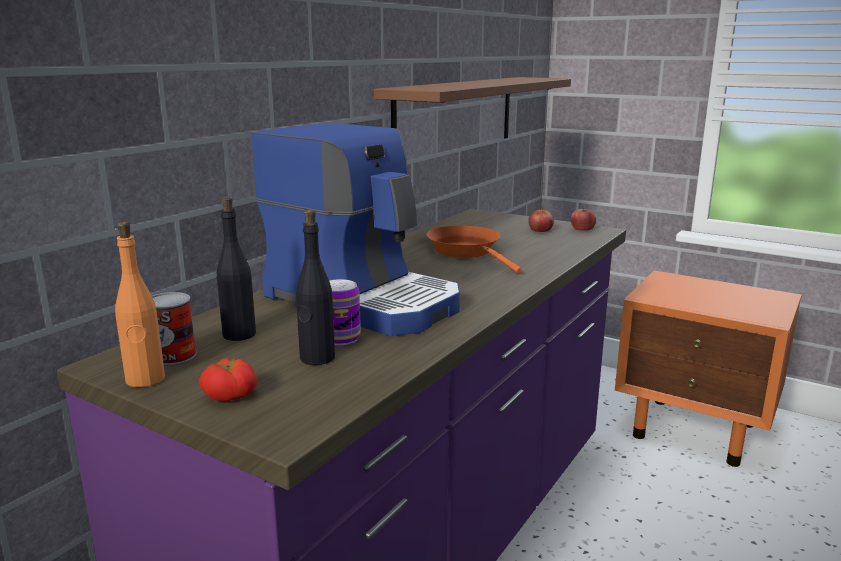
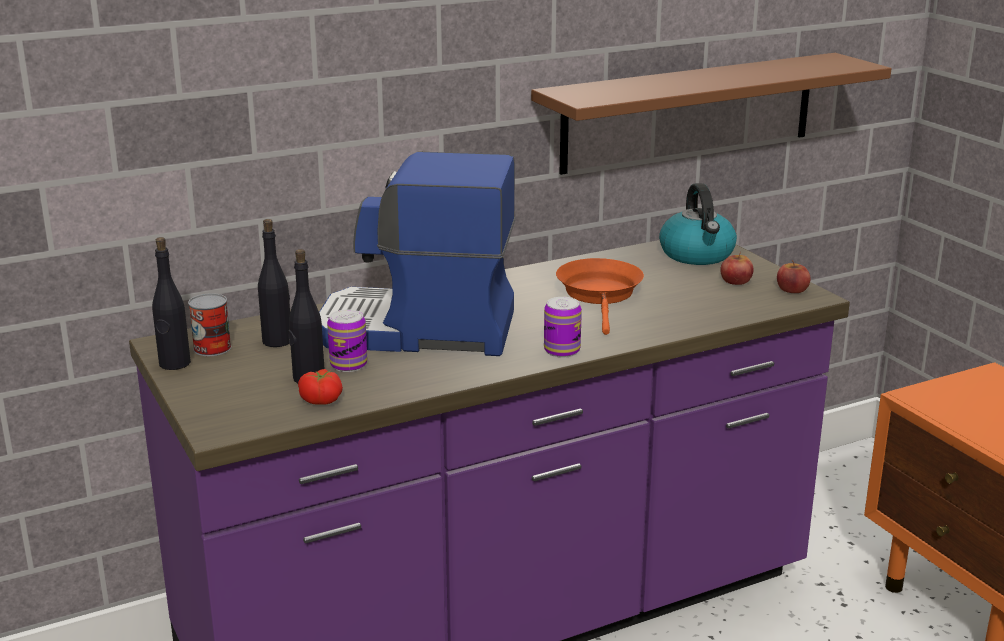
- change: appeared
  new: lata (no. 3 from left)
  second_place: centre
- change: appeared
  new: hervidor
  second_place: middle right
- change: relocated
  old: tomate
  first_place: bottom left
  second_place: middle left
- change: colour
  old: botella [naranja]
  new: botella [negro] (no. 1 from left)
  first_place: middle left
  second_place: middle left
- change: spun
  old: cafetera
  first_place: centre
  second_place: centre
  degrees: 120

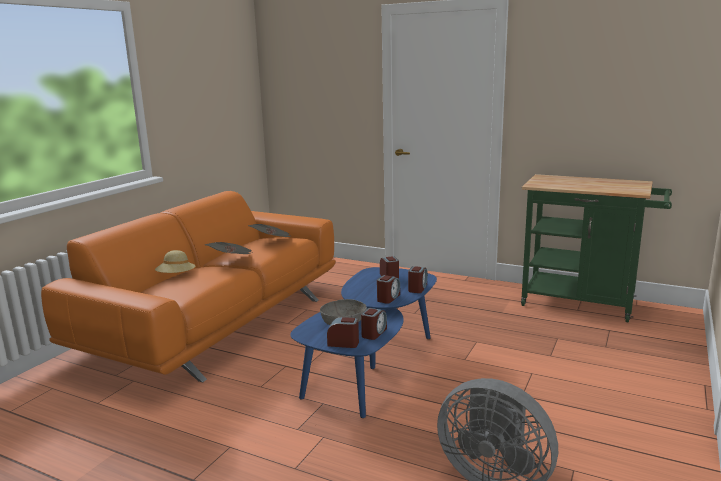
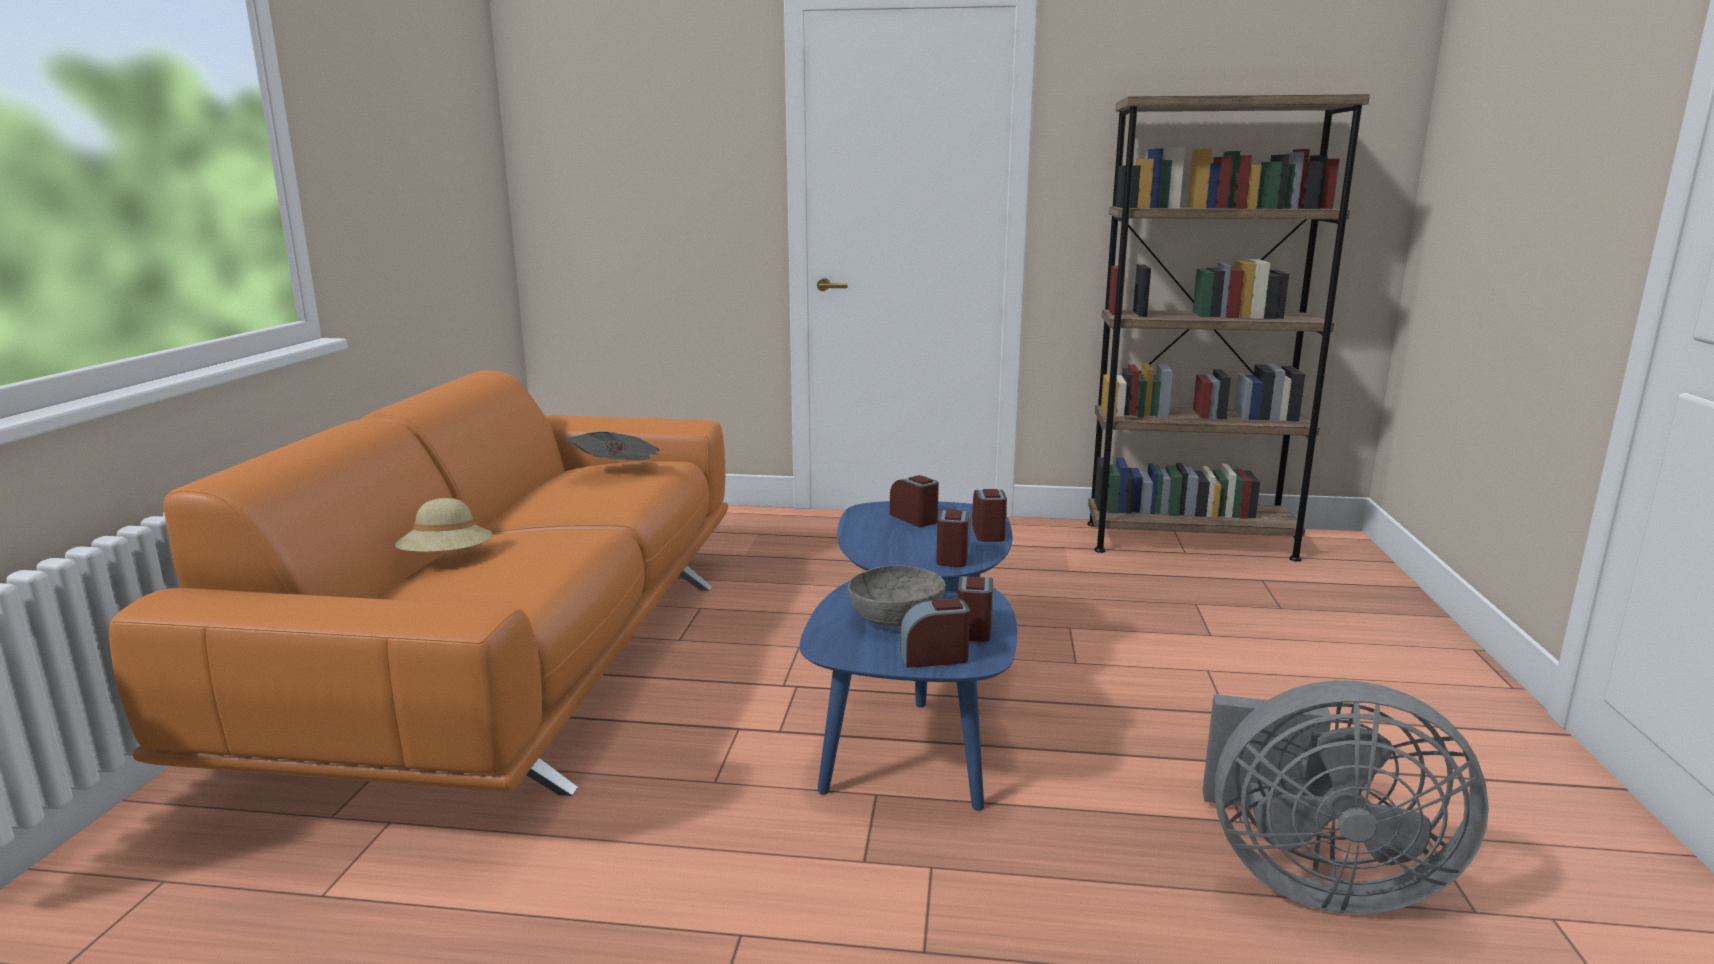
- change: missing
  old: periódico (no. 1 from left)
  first_place: middle left
- change: exchanged
  old: carrito [verde]
  new: estantería [marrón]
  first_place: middle right
  second_place: middle right

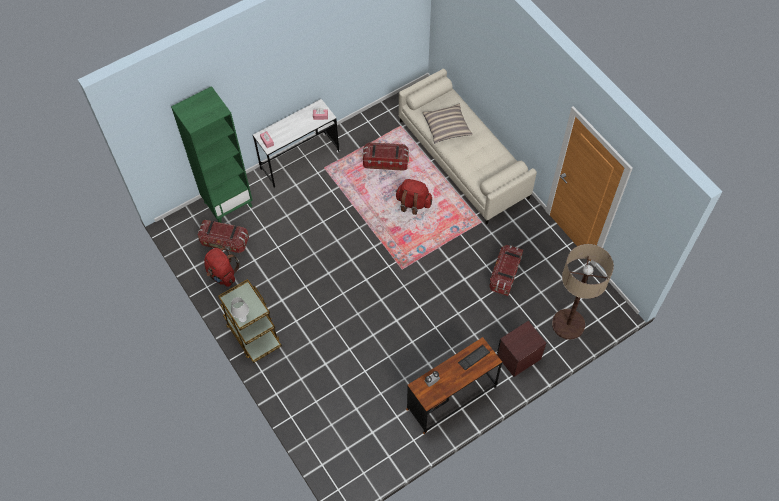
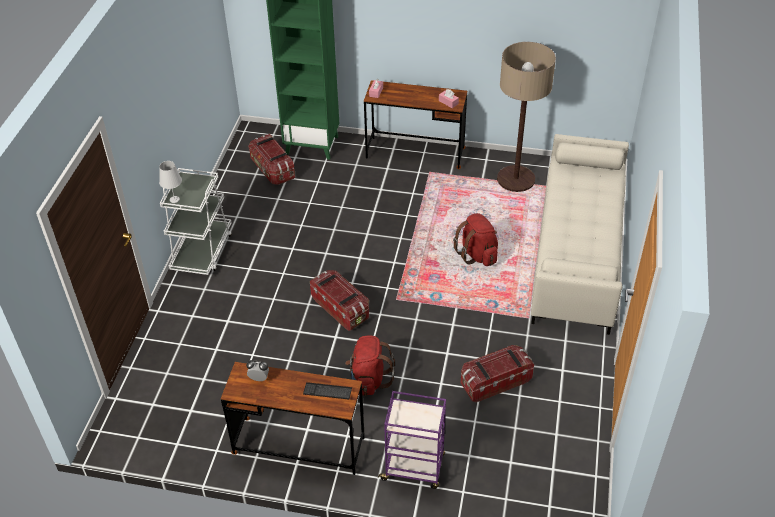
- change: missing
  old: cojín
  first_place: top centre
- change: relocated
  old: mochila [rojo] (no. 1 from left)
  first_place: middle left
  second_place: bottom centre
- change: relocated
  old: caja de almacenaje (no. 2 from left)
  first_place: top centre
  second_place: centre
- change: relocated
  old: lámpara de pie
  first_place: middle right
  second_place: top right
- change: exchanged
  old: mesita de noche [marrón]
  new: carrito [morado]
  first_place: bottom right
  second_place: bottom centre
- change: colour
  old: carrito [marrón]
  new: carrito [blanco]
  first_place: middle left
  second_place: middle left
- change: colour
  old: escritorio [blanco]
  new: escritorio [marrón] (no. 2 from left)
  first_place: top centre
  second_place: top centre

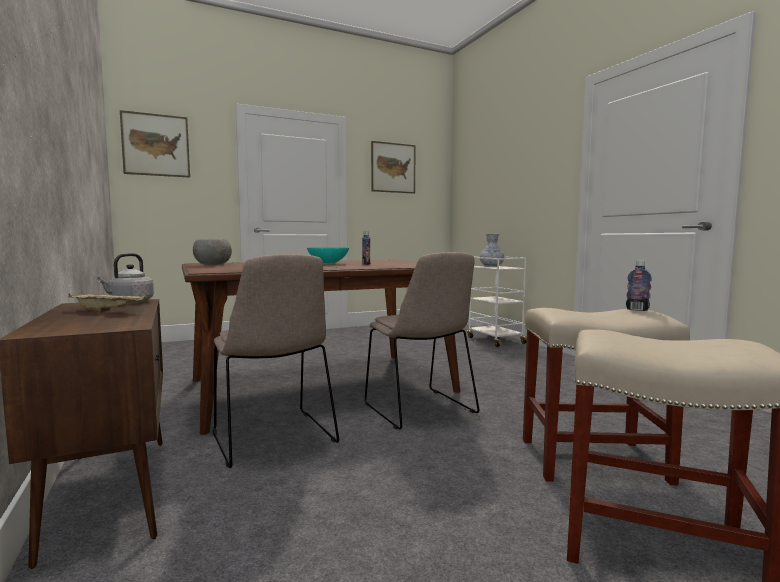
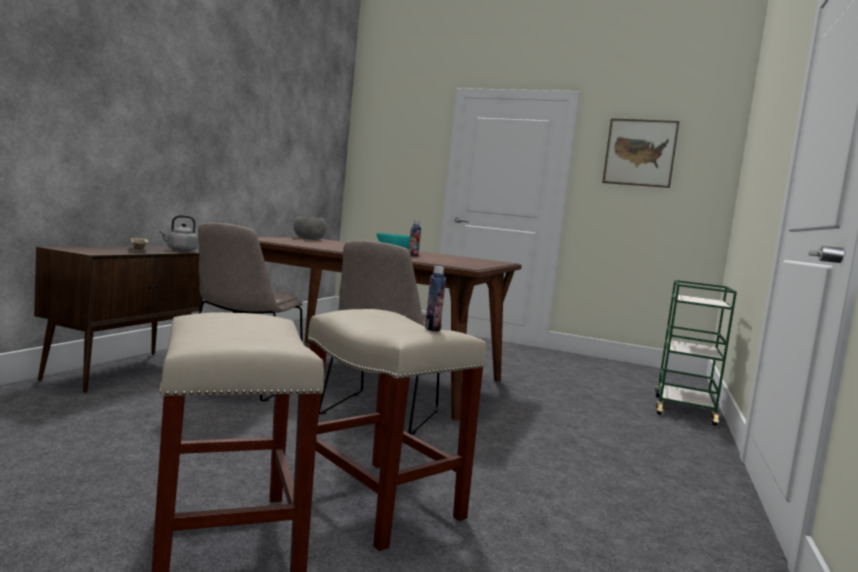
- change: missing
  old: cuadro (no. 1 from left)
  first_place: top left
- change: missing
  old: florero
  first_place: centre
- change: colour
  old: carrito [blanco]
  new: carrito [verde]
  first_place: centre
  second_place: middle right

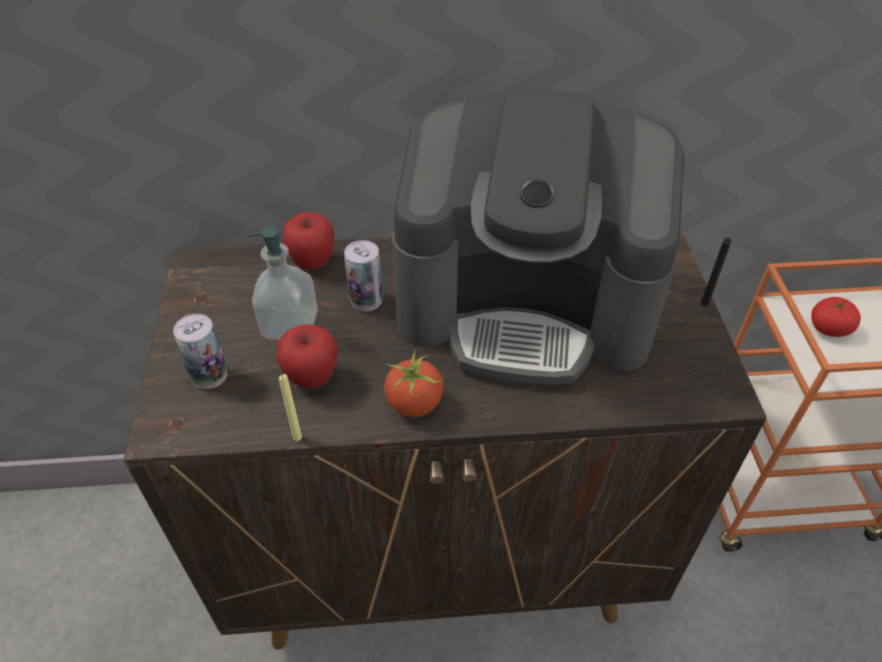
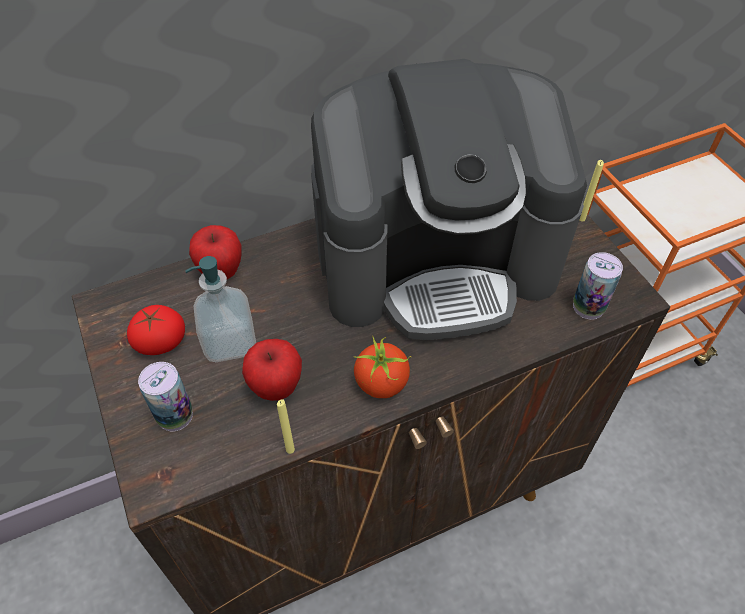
- change: relocated
  old: lata (no. 2 from left)
  first_place: centre
  second_place: middle right
- change: relocated
  old: tomate (no. 2 from left in the first image)
  new: tomate (no. 1 from left)
  first_place: middle right
  second_place: middle left
- change: colour
  old: vela [negro]
  new: vela [amarillo] (no. 2 from left)
  first_place: middle right
  second_place: top right

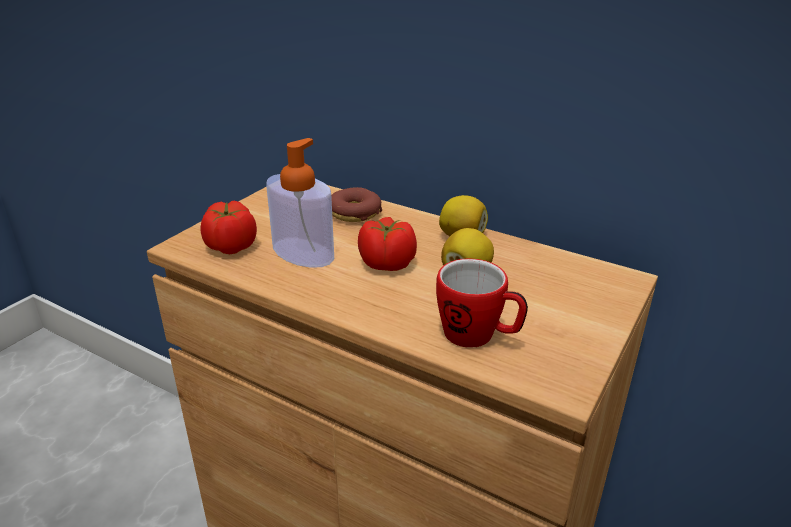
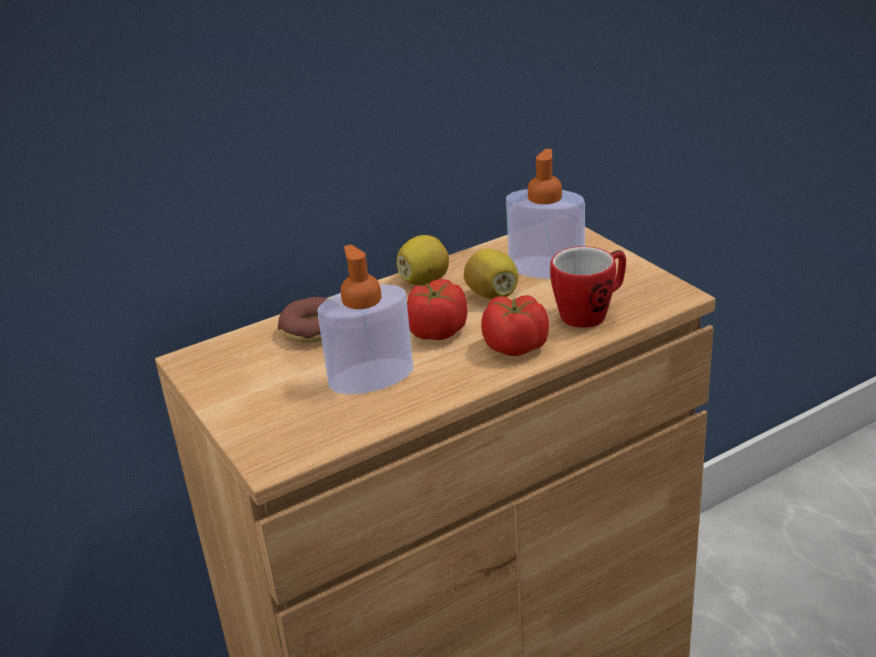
- change: appeared
  new: dispensador de jabón (no. 2 from left)
  second_place: top centre
- change: relocated
  old: tomate (no. 1 from left in the first image)
  new: tomate (no. 2 from left)
  first_place: middle left
  second_place: centre

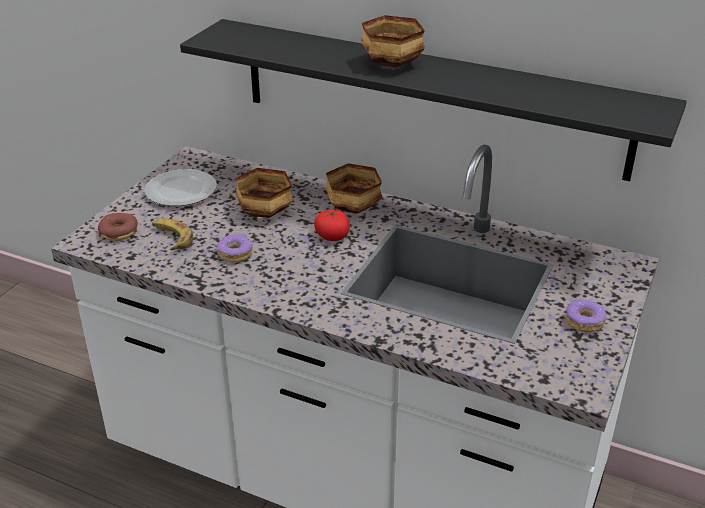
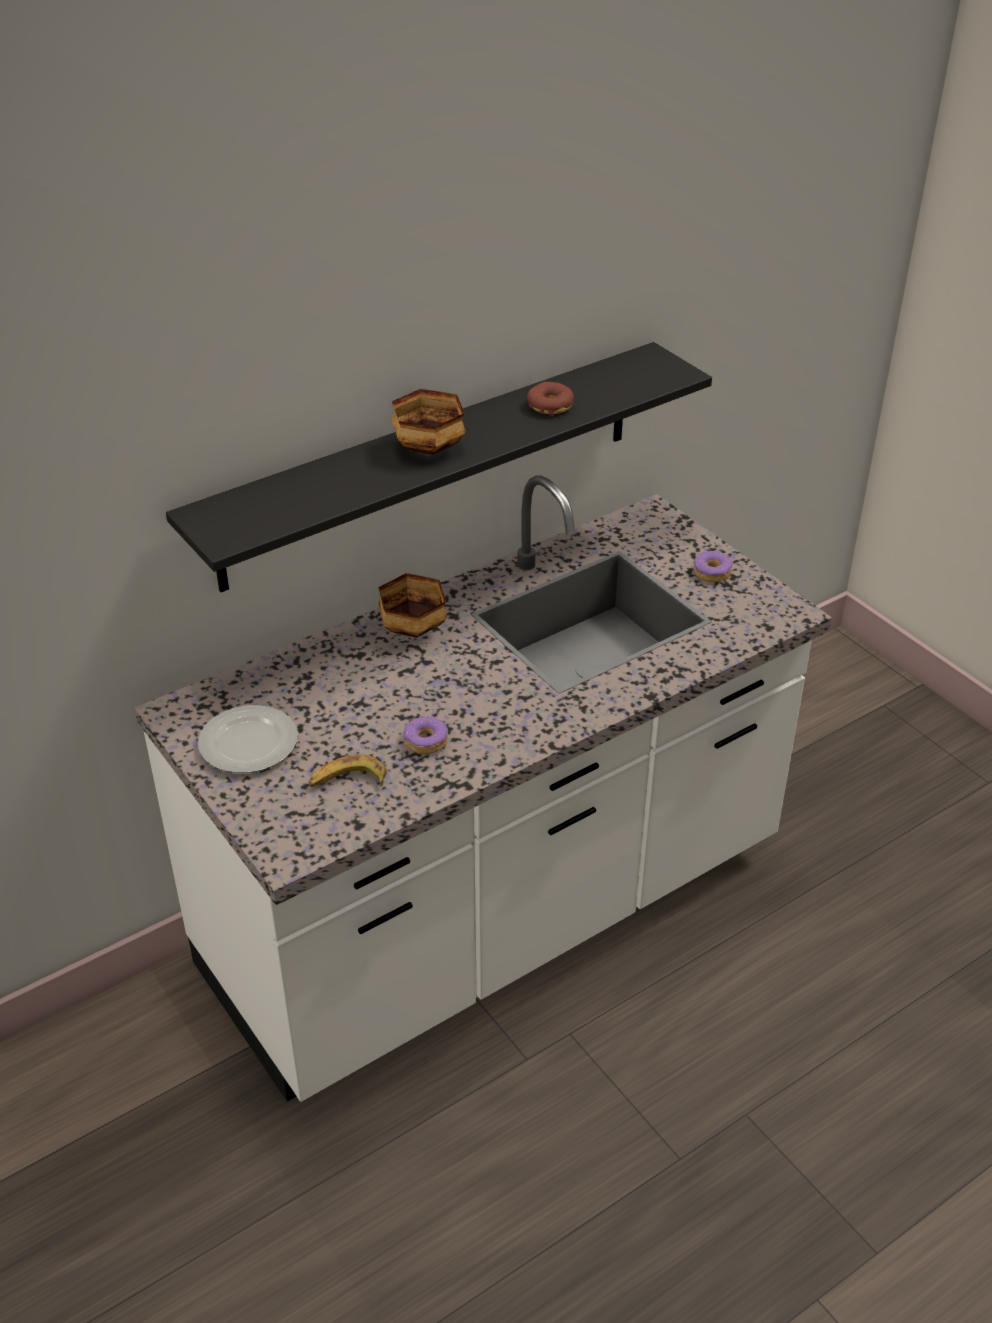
- change: missing
  old: cuenco (no. 1 from left)
  first_place: centre
- change: missing
  old: tomate
  first_place: centre
- change: relocated
  old: rosquilla (no. 1 from left in the first image)
  new: rosquilla (no. 2 from left)
  first_place: middle left
  second_place: top centre

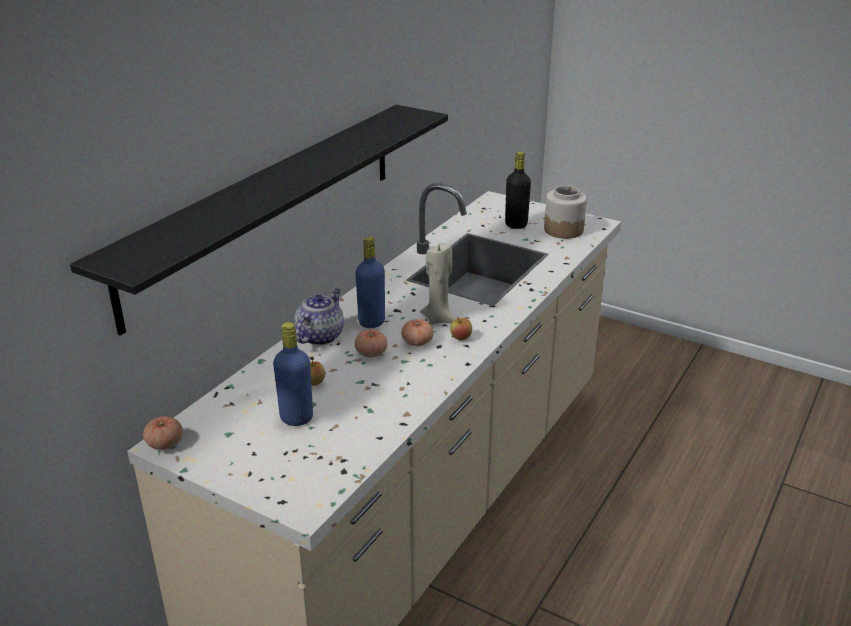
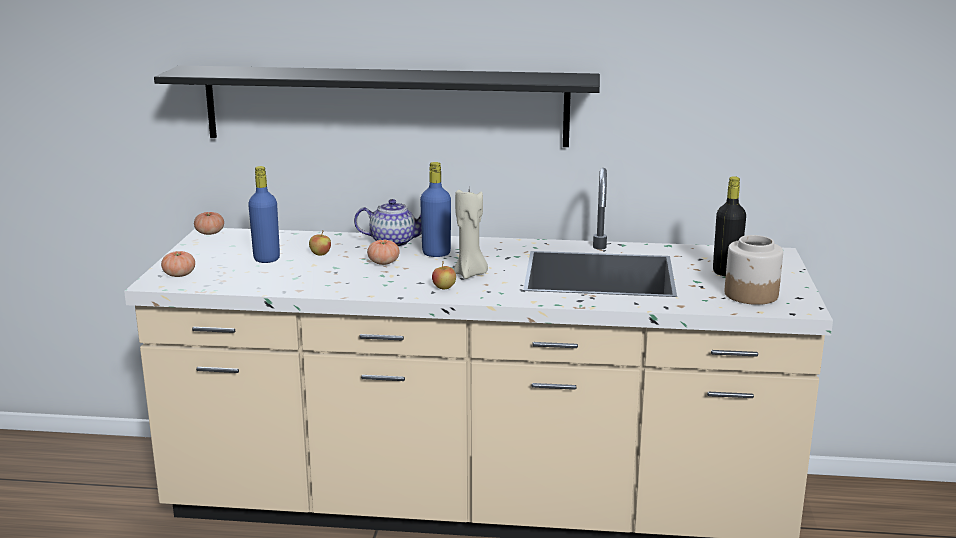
- change: relocated
  old: tomate (no. 3 from left in the first image)
  new: tomate (no. 1 from left)
  first_place: centre
  second_place: middle left

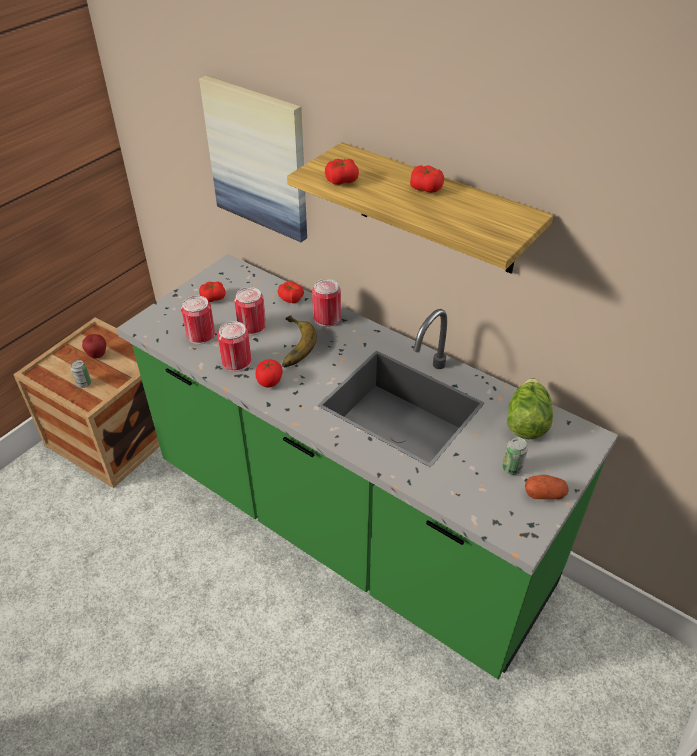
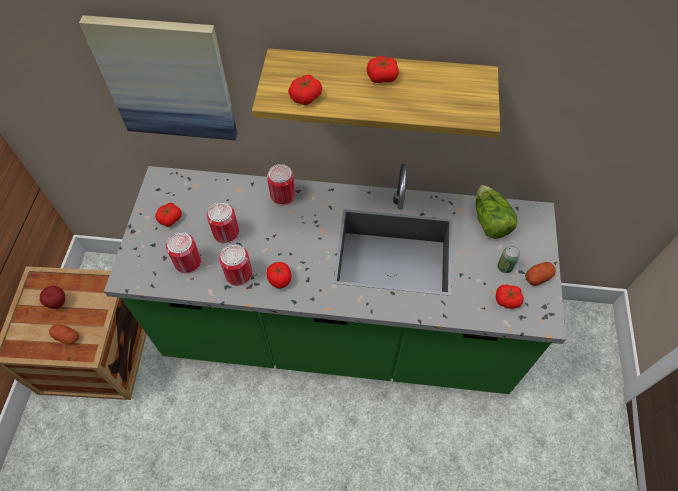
- change: missing
  old: plátano
  first_place: centre
- change: relocated
  old: tomate (no. 3 from left in the first image)
  new: tomate (no. 5 from left)
  first_place: centre
  second_place: middle right
- change: exchanged
  old: lata (no. 1 from left)
  new: patata (no. 1 from left)
  first_place: middle left
  second_place: bottom left

